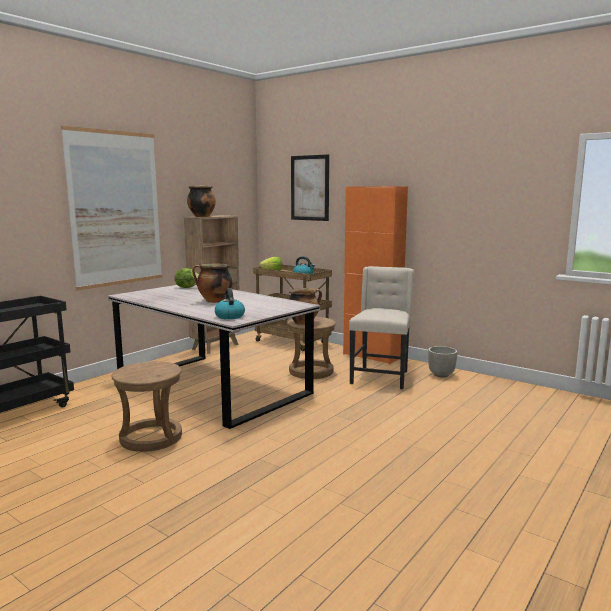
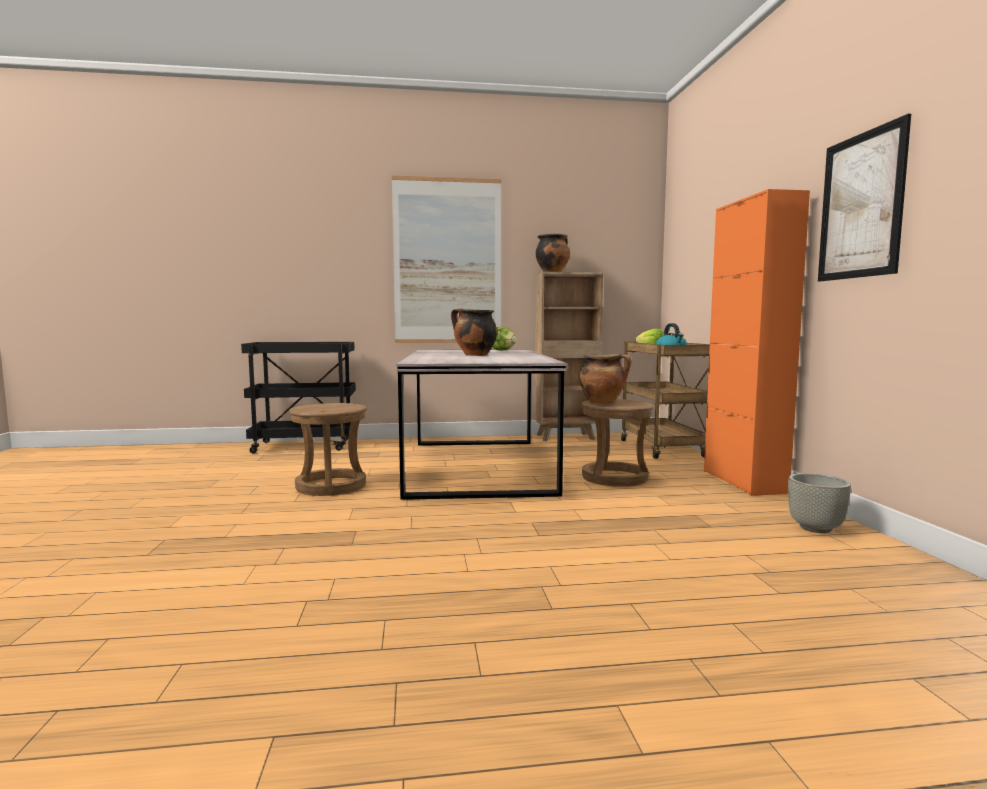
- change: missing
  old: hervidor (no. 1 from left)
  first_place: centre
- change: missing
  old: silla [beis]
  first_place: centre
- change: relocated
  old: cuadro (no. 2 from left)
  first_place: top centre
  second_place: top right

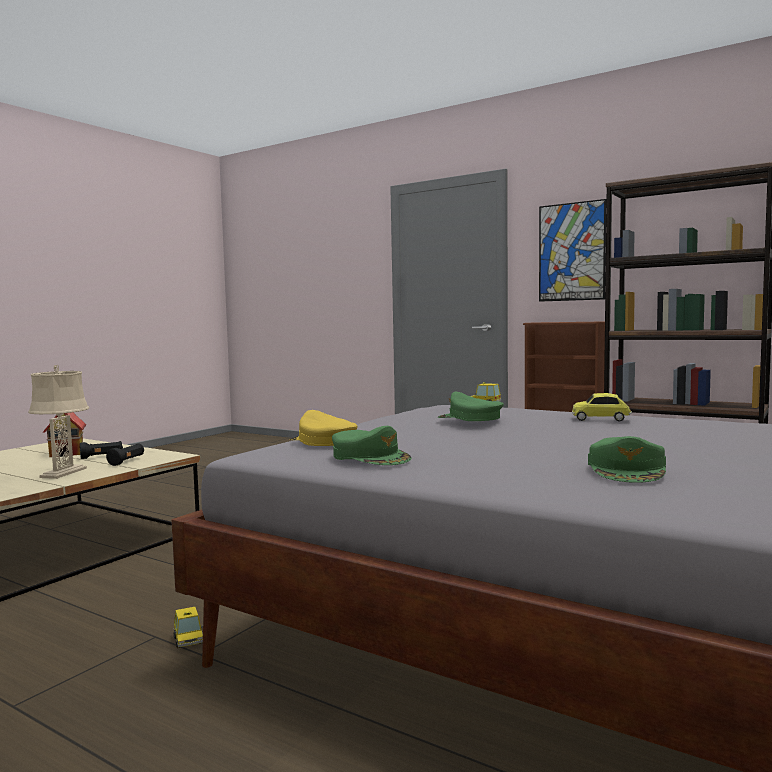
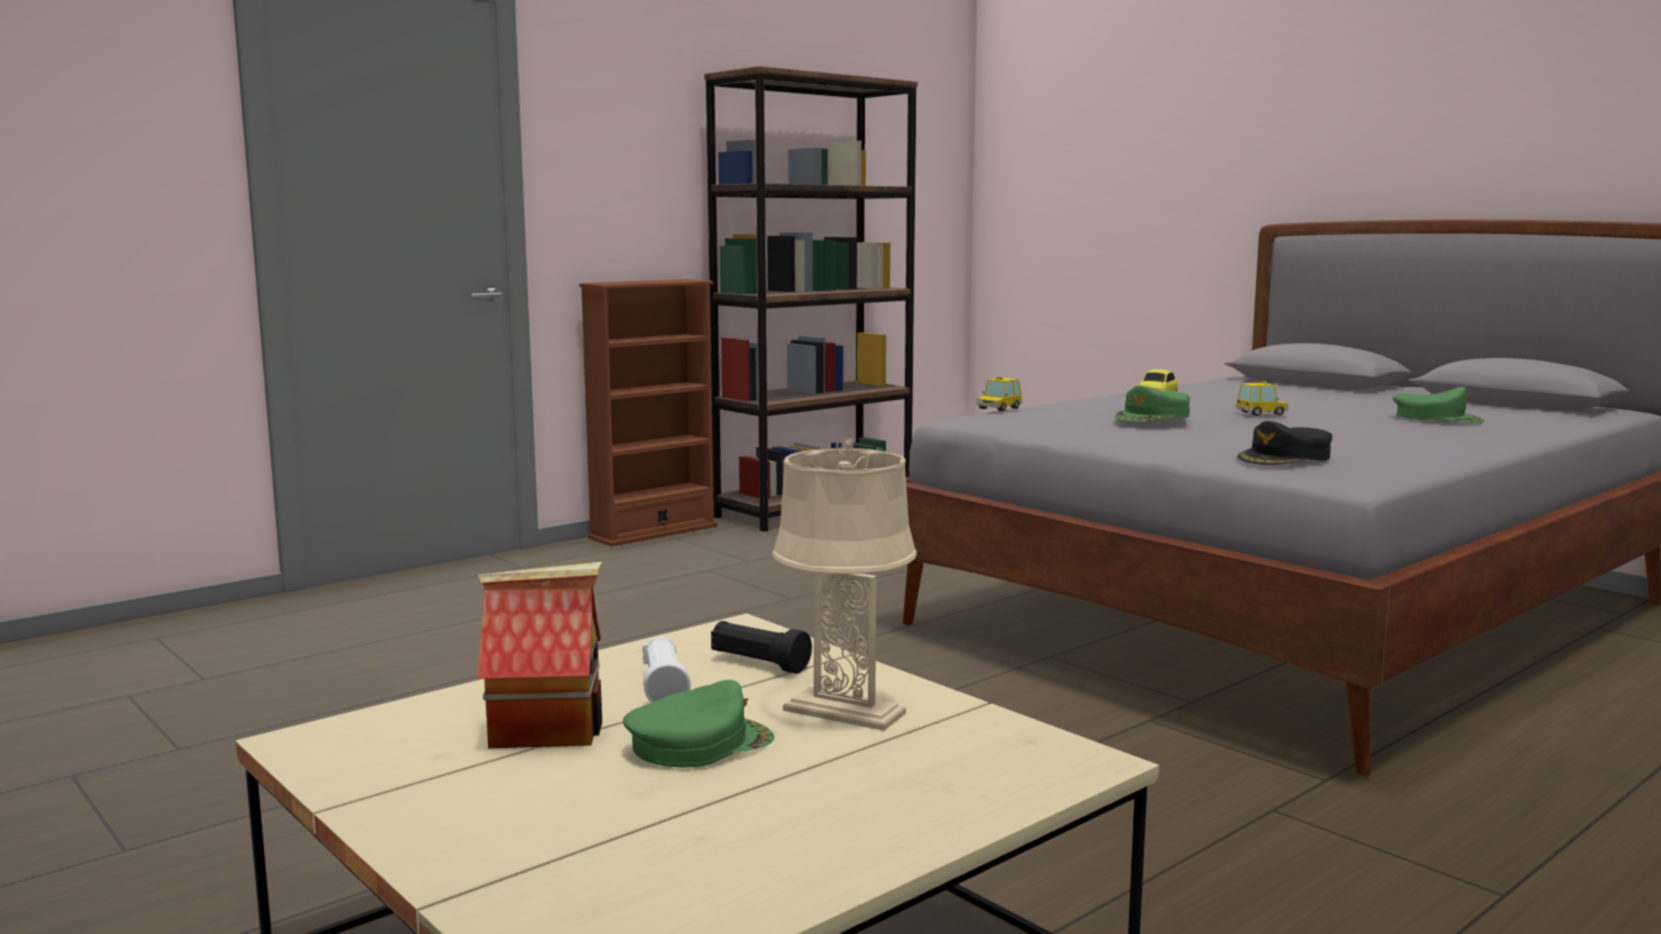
- change: missing
  old: cuadro
  first_place: top right
- change: relocated
  old: coche de juguete (no. 1 from left in the first image)
  new: coche de juguete (no. 3 from left)
  first_place: bottom left
  second_place: middle right
- change: relocated
  old: gorra [verde] (no. 1 from left)
  first_place: centre
  second_place: bottom centre
- change: colour
  old: linterna [negro] (no. 1 from left)
  new: linterna [blanco]
  first_place: middle left
  second_place: bottom centre
- change: colour
  old: gorra [amarillo]
  new: gorra [negro]
  first_place: centre
  second_place: middle right

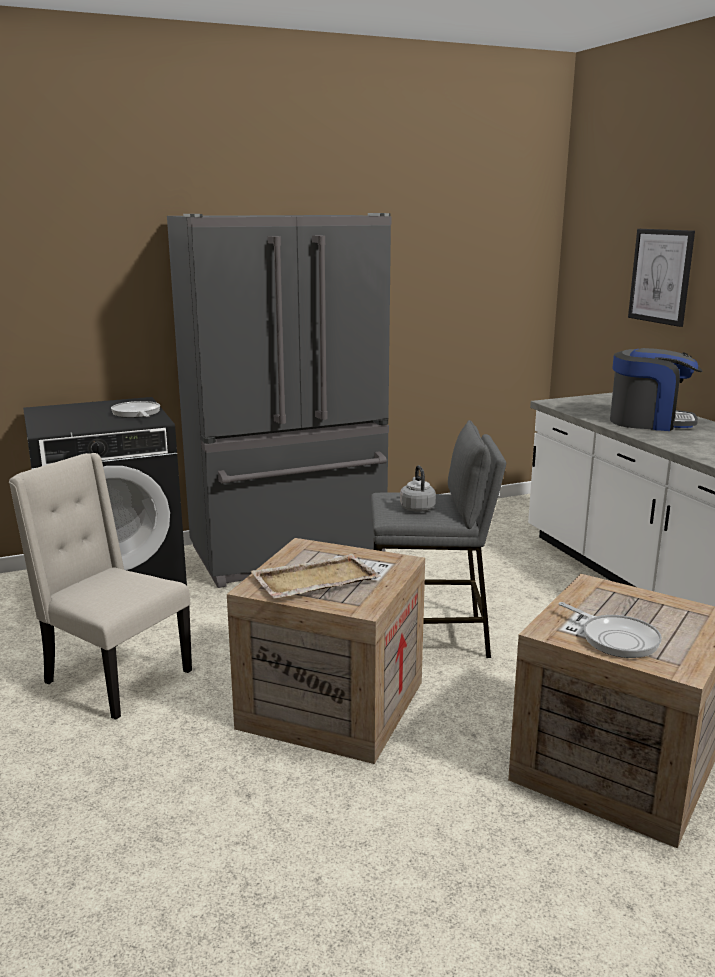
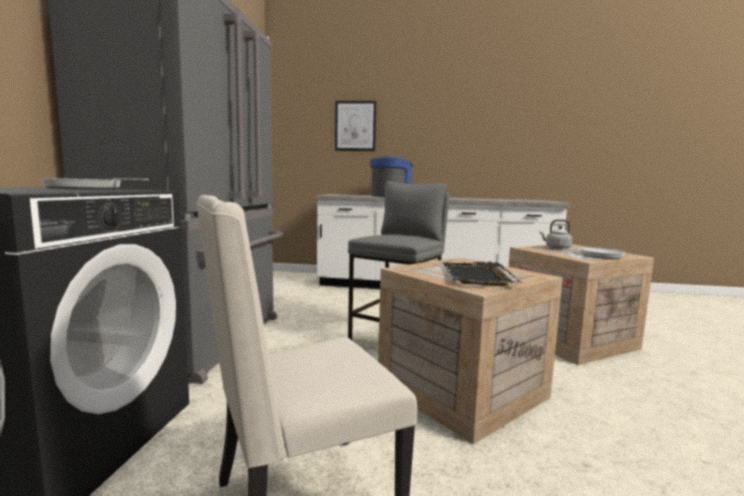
- change: relocated
  old: hervidor [gris]
  first_place: centre
  second_place: middle right
- change: colour
  old: bandeja [beis]
  new: bandeja [negro]
  first_place: centre
  second_place: centre

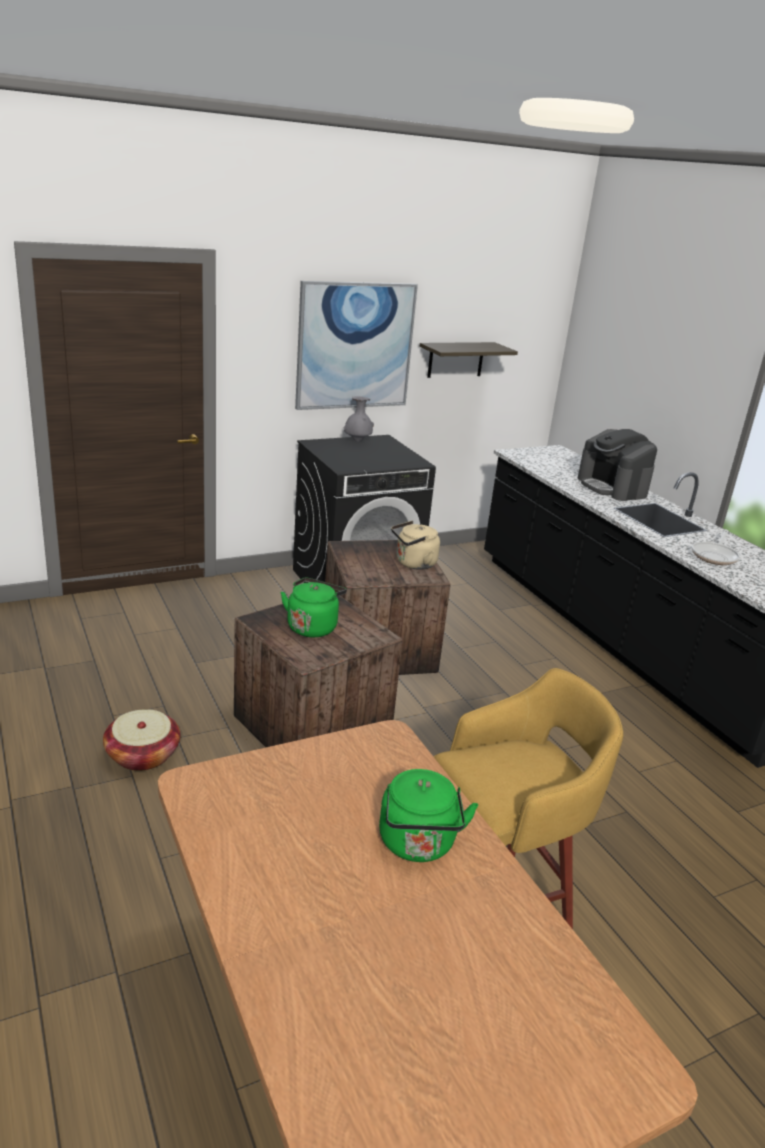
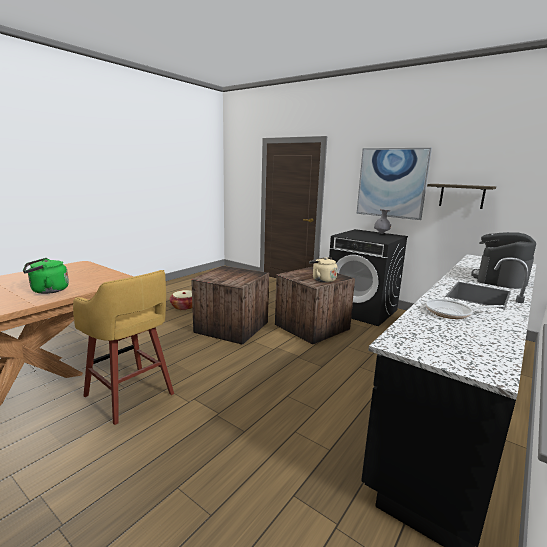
- change: missing
  old: hervidor [verde] (no. 1 from left)
  first_place: centre

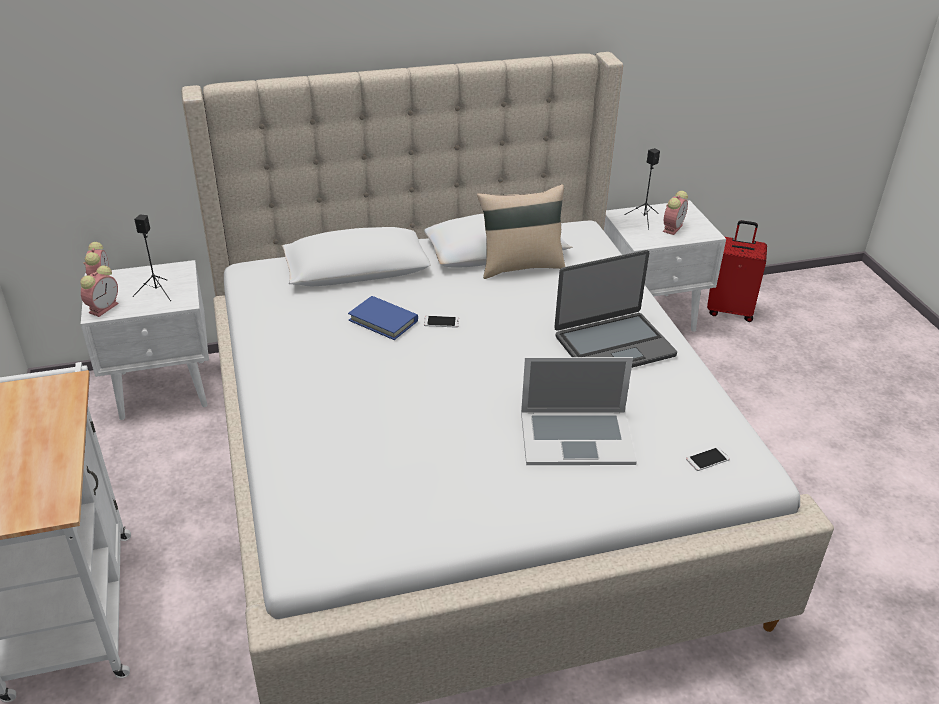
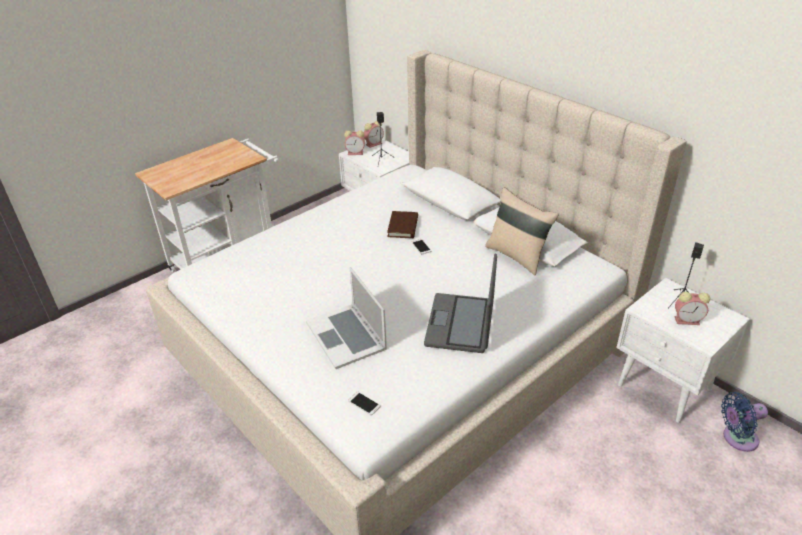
- change: exchanged
  old: maleta [rojo]
  new: ventilador [azul]
  first_place: middle right
  second_place: bottom right
- change: colour
  old: libro [azul]
  new: libro [marrón]
  first_place: centre
  second_place: centre
- change: spun
  old: portátil (no. 2 from left)
  first_place: centre
  second_place: centre
  degrees: 60

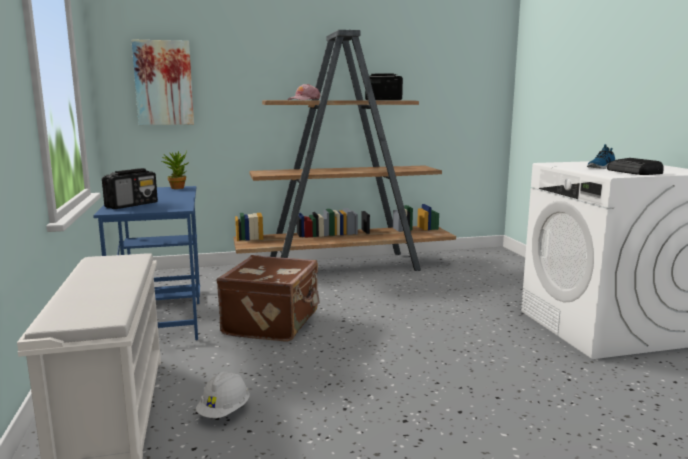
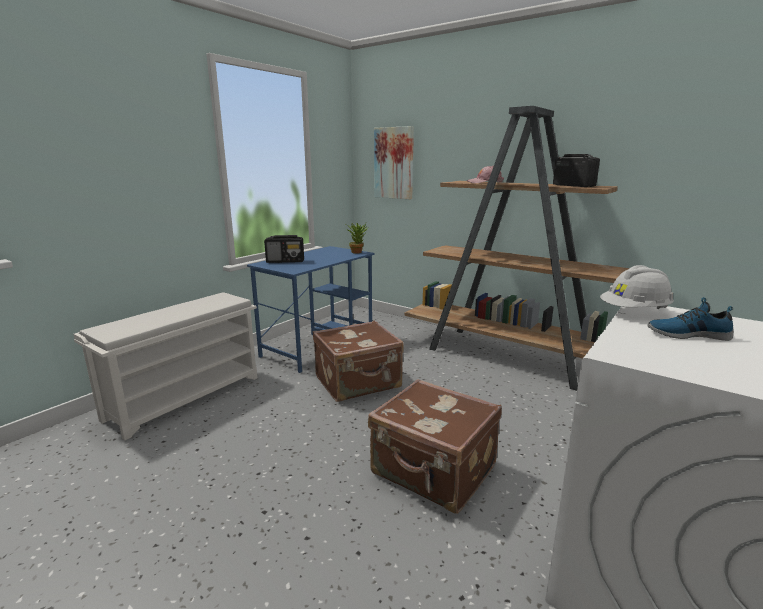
- change: missing
  old: radio (no. 3 from left)
  first_place: middle right
- change: appeared
  new: maleta [marrón] (no. 2 from left)
  second_place: bottom centre
- change: relocated
  old: casco [blanco]
  first_place: bottom left
  second_place: middle right

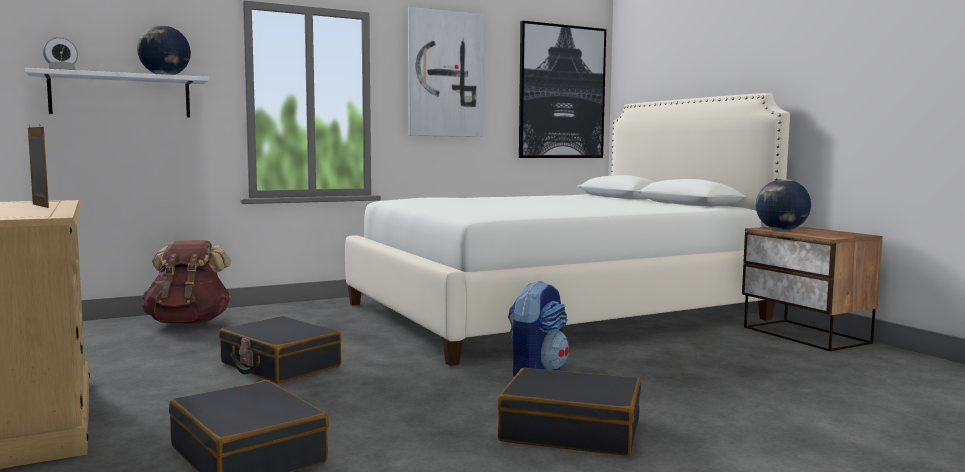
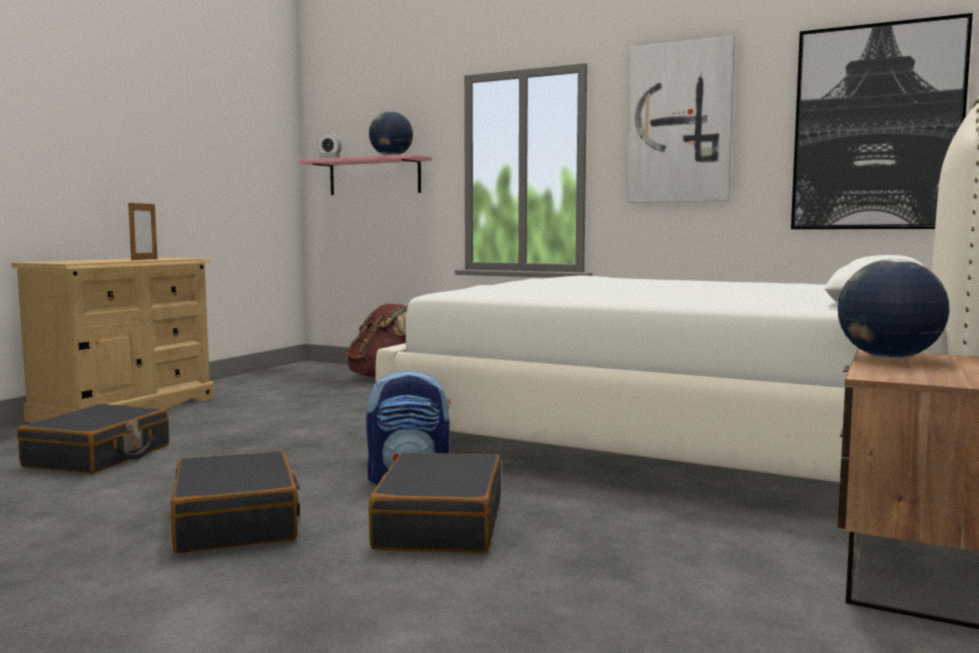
- change: relocated
  old: maleta [negro] (no. 2 from left in the first image)
  new: maleta [negro] (no. 3 from left)
  first_place: bottom left
  second_place: bottom centre
- change: colour
  old: estante [blanco]
  new: estante [rosa]
  first_place: top left
  second_place: top centre

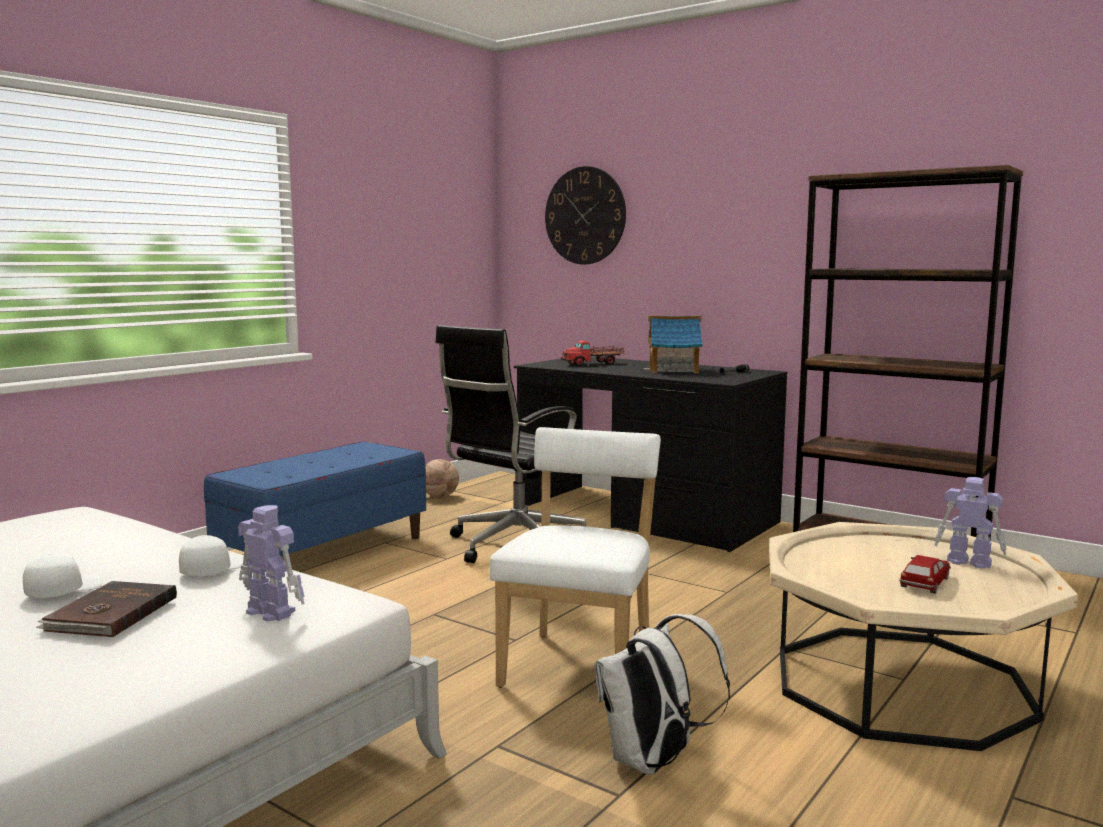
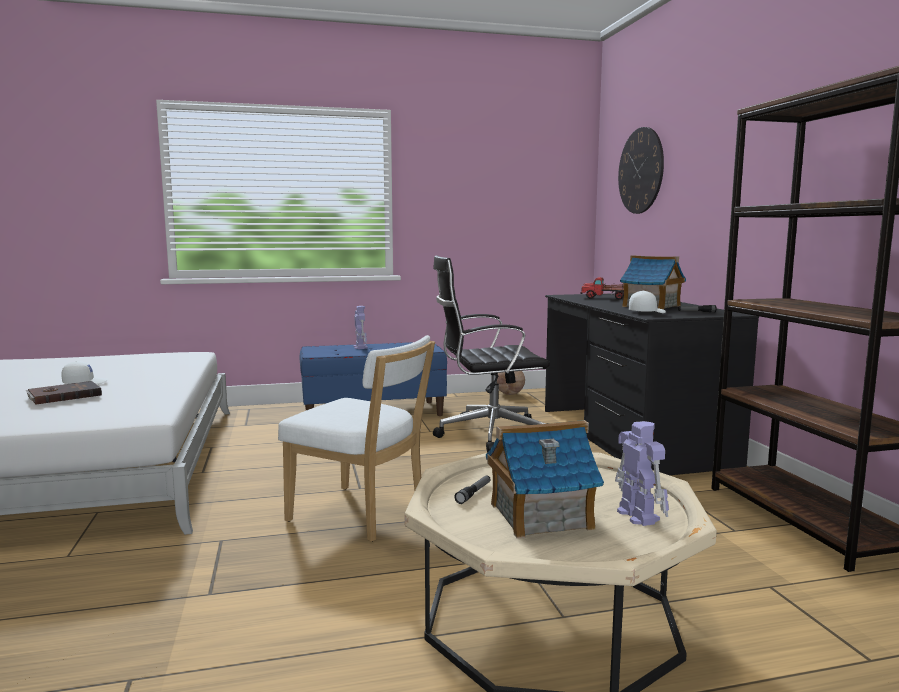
- change: missing
  old: mochila [blanco]
  first_place: bottom centre
- change: appeared
  new: linterna (no. 1 from left)
  second_place: bottom centre
- change: relocated
  old: gorra [blanco] (no. 2 from left)
  first_place: bottom left
  second_place: middle right
- change: relocated
  old: robot de juguete (no. 1 from left)
  first_place: bottom left
  second_place: centre
- change: exchanged
  old: coche de juguete
  new: casita (no. 1 from left)
  first_place: bottom right
  second_place: bottom centre
- change: spun
  old: silla [blanco]
  first_place: bottom centre
  second_place: centre
  degrees: 60

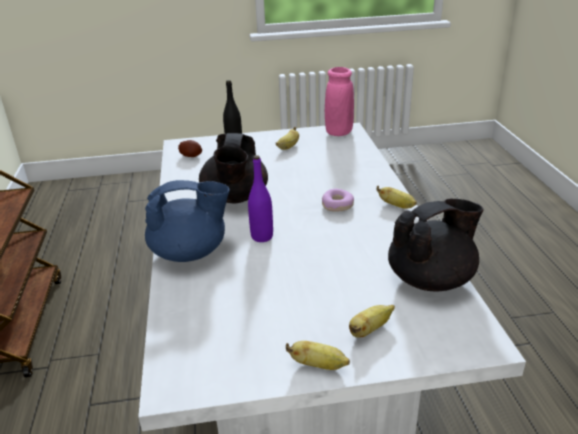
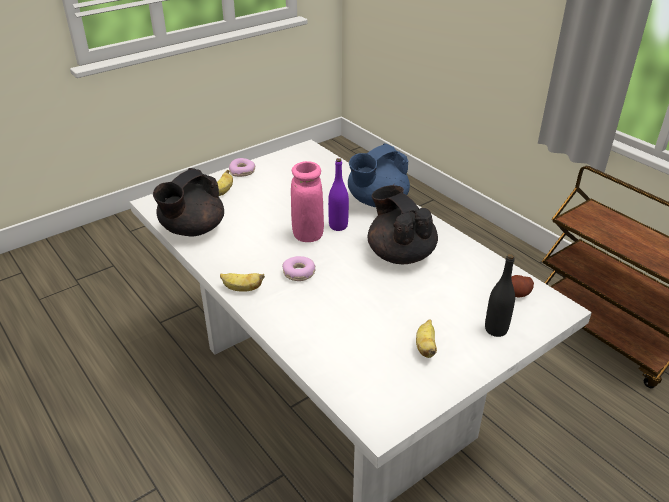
- change: relocated
  old: florero [rosa]
  first_place: top centre
  second_place: centre
- change: exchanged
  old: plátano (no. 2 from left)
  new: rosquilla (no. 1 from left)
  first_place: bottom centre
  second_place: top centre

